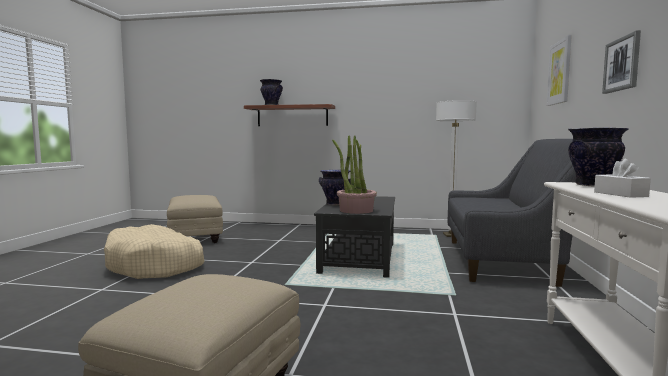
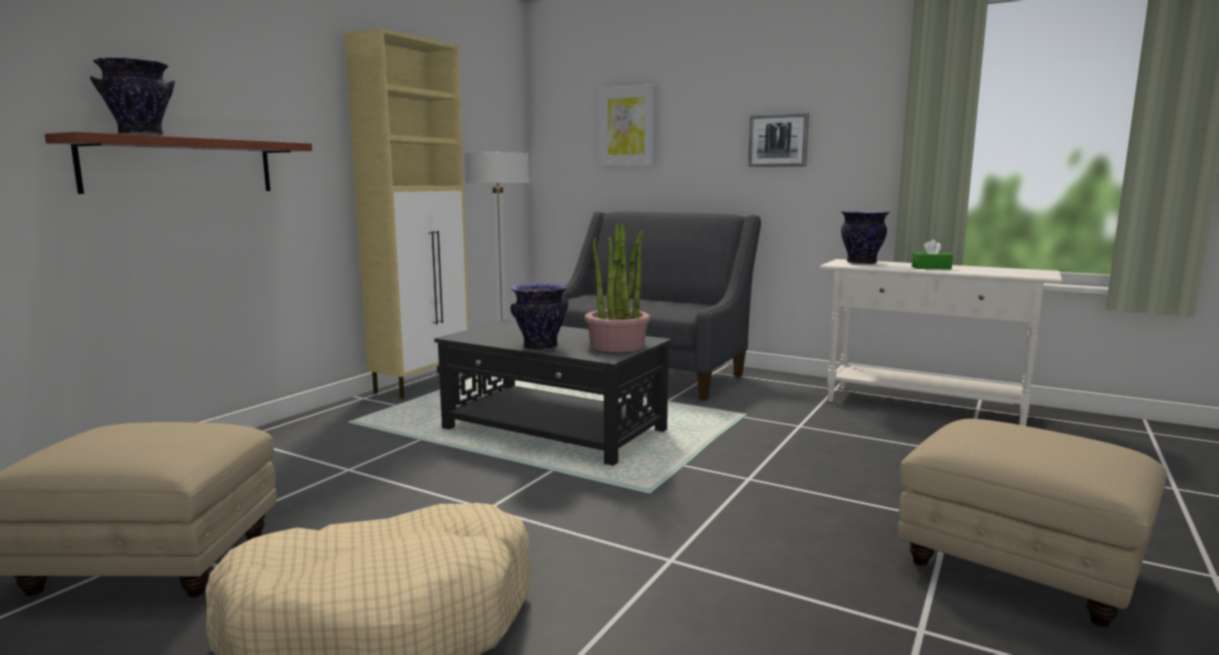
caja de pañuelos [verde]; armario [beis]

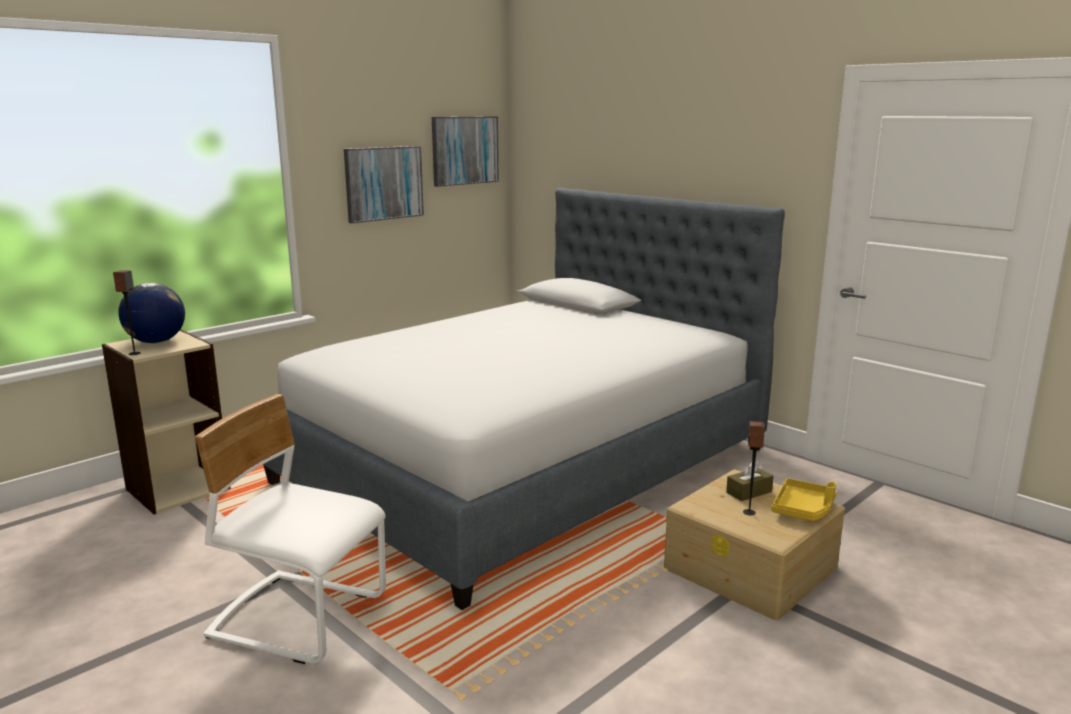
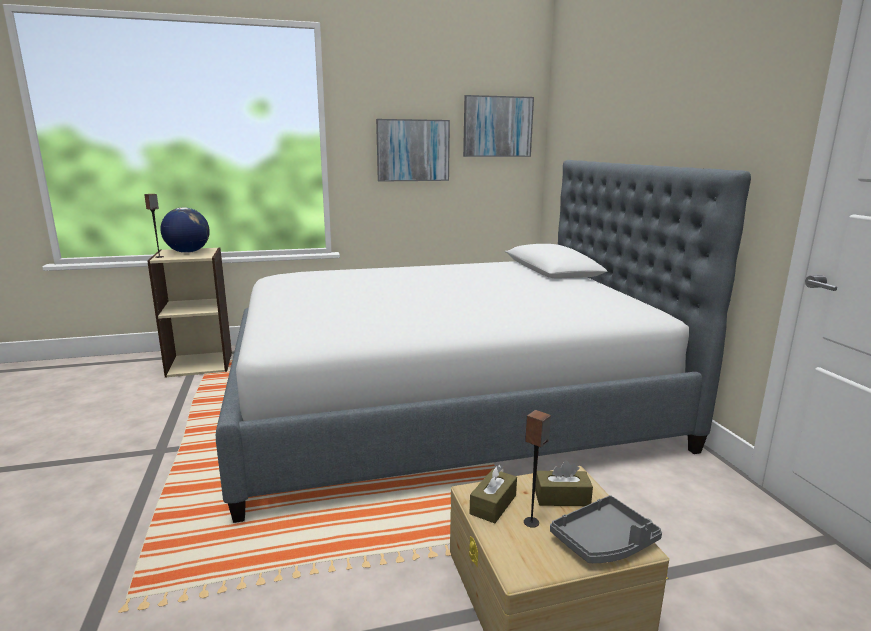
silla [blanco]; bandeja [gris]; caja de pañuelos [marrón] (1st from left)

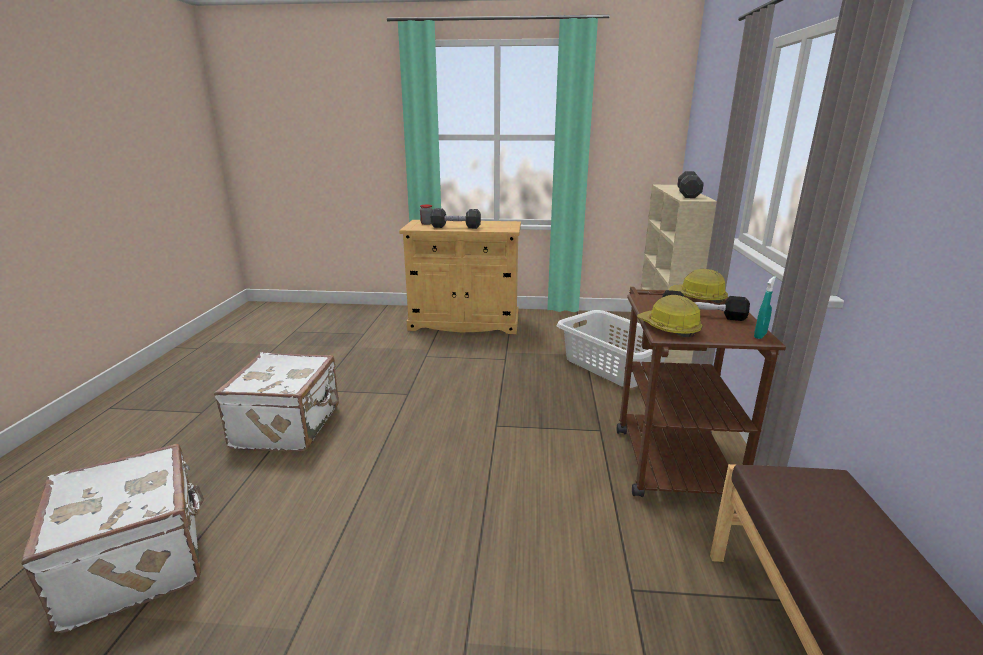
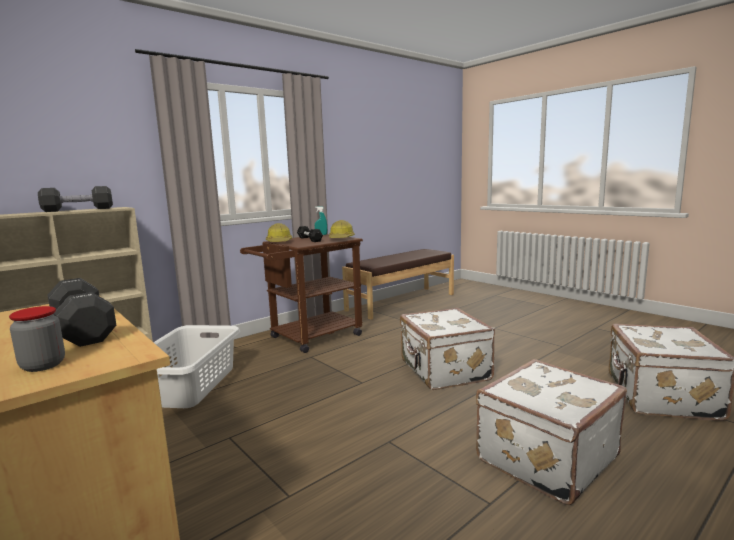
maleta [blanco] (1st from left)

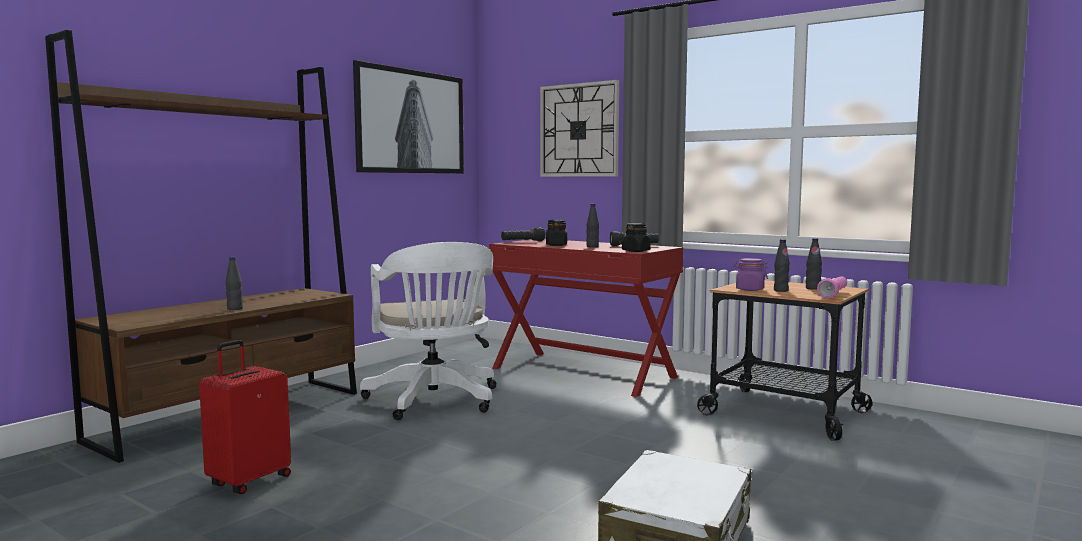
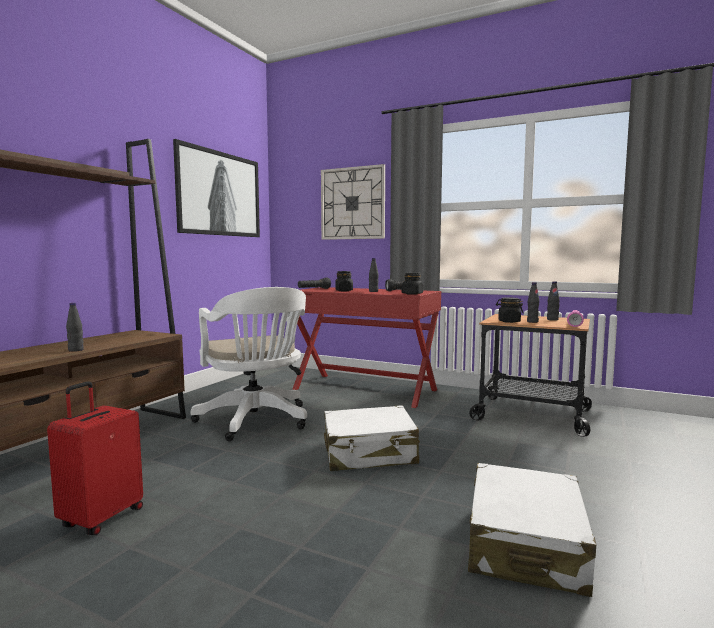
tarro [negro] (3rd from left); maleta [blanco] (1st from left)

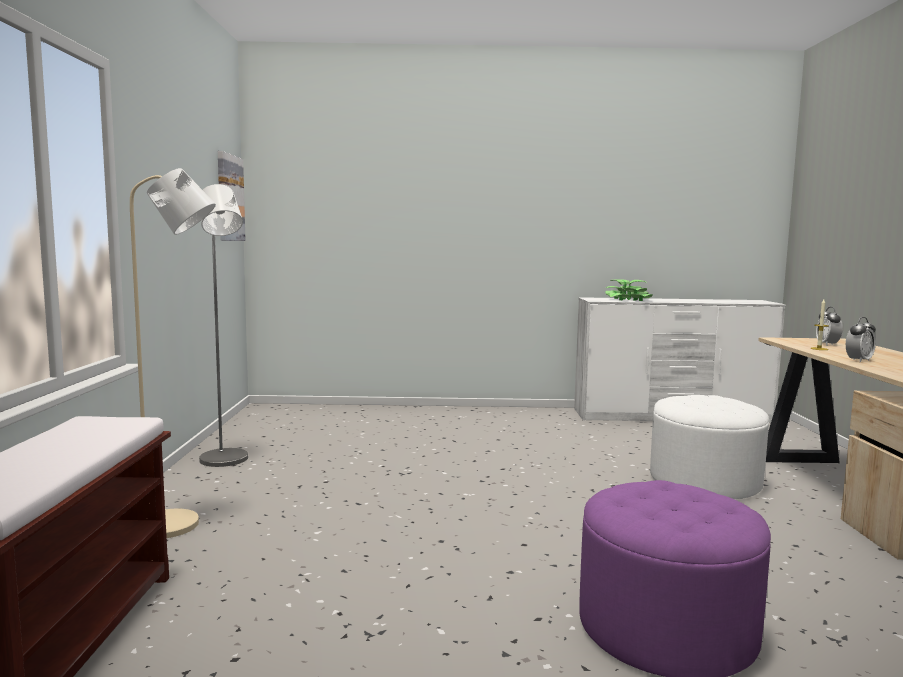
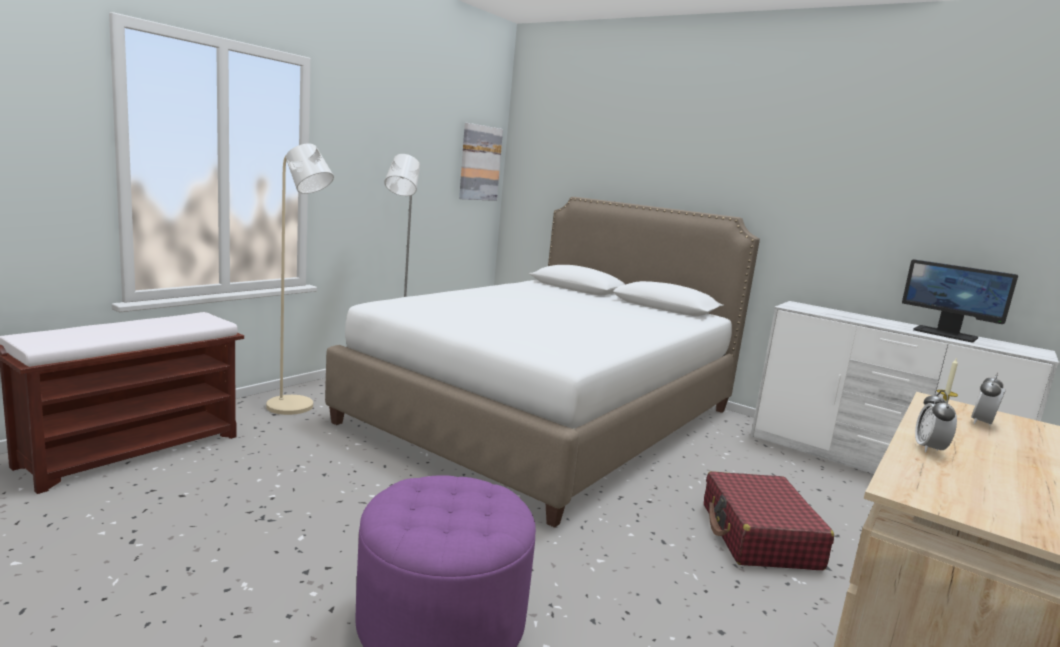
planta en maceta; despertador (1st from left); maleta [rojo]; cama [blanco]; monitor

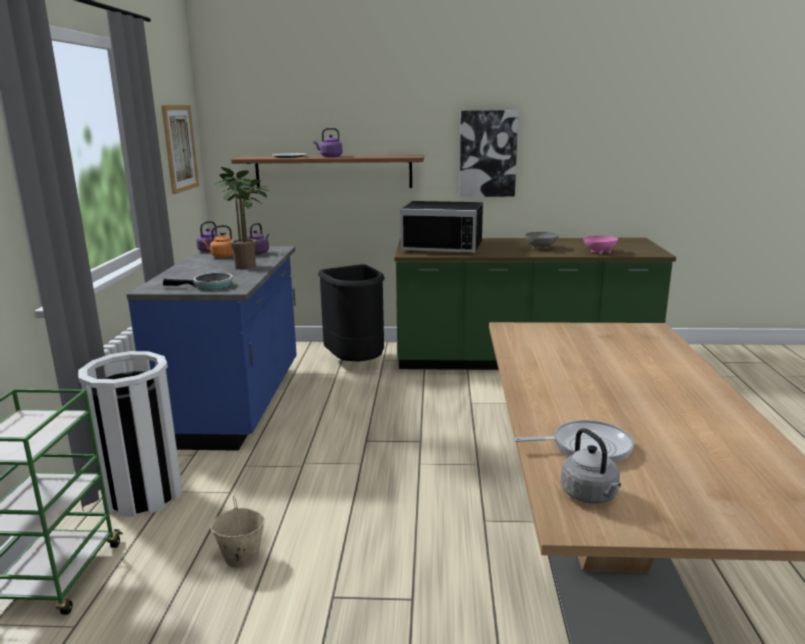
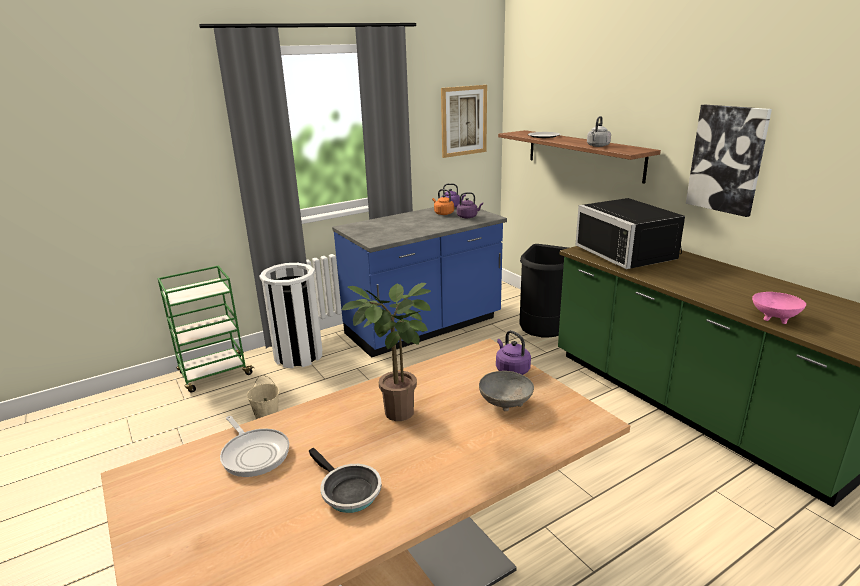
hervidor [morado] (3rd from left); planta en maceta; cuenco [gris]; sartén (2nd from left); hervidor [gris]

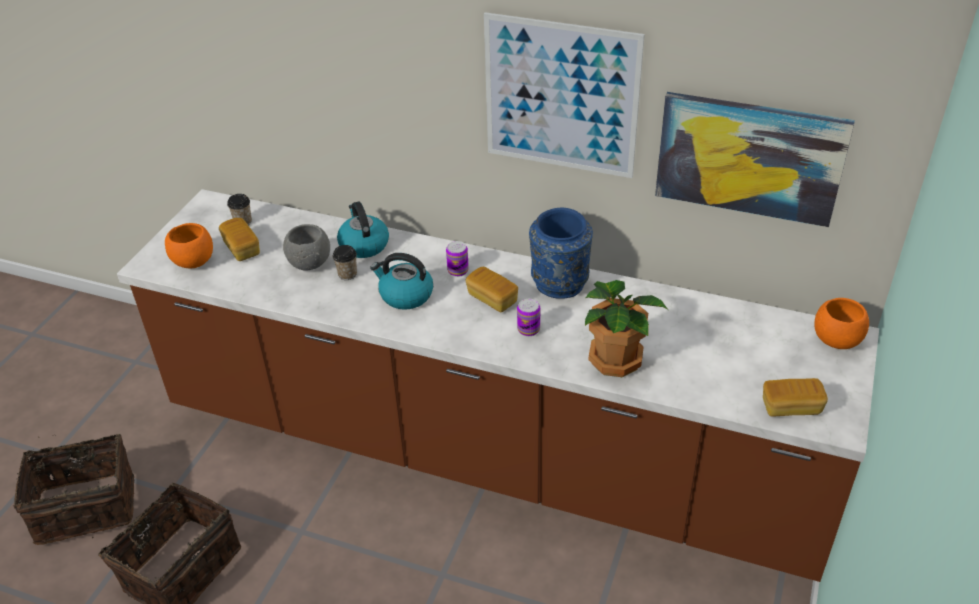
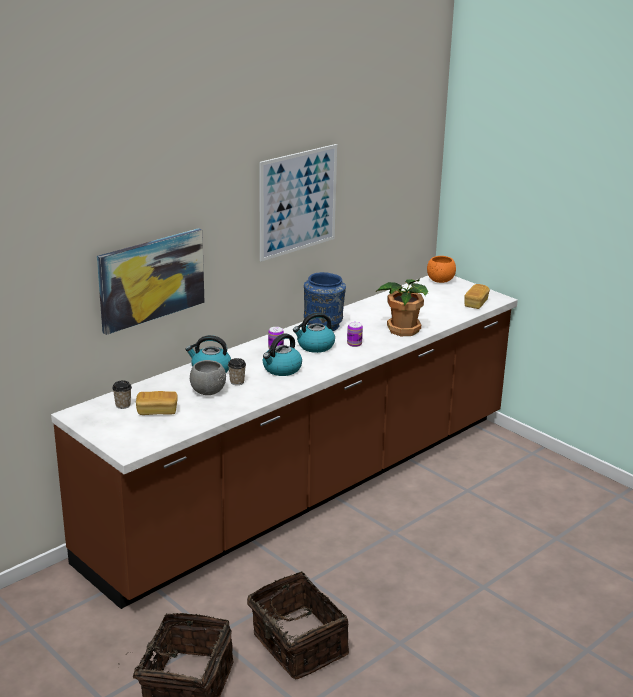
cuadro (1st from left); cuenco [naranja] (1st from left in the first image); hervidor (3rd from left)

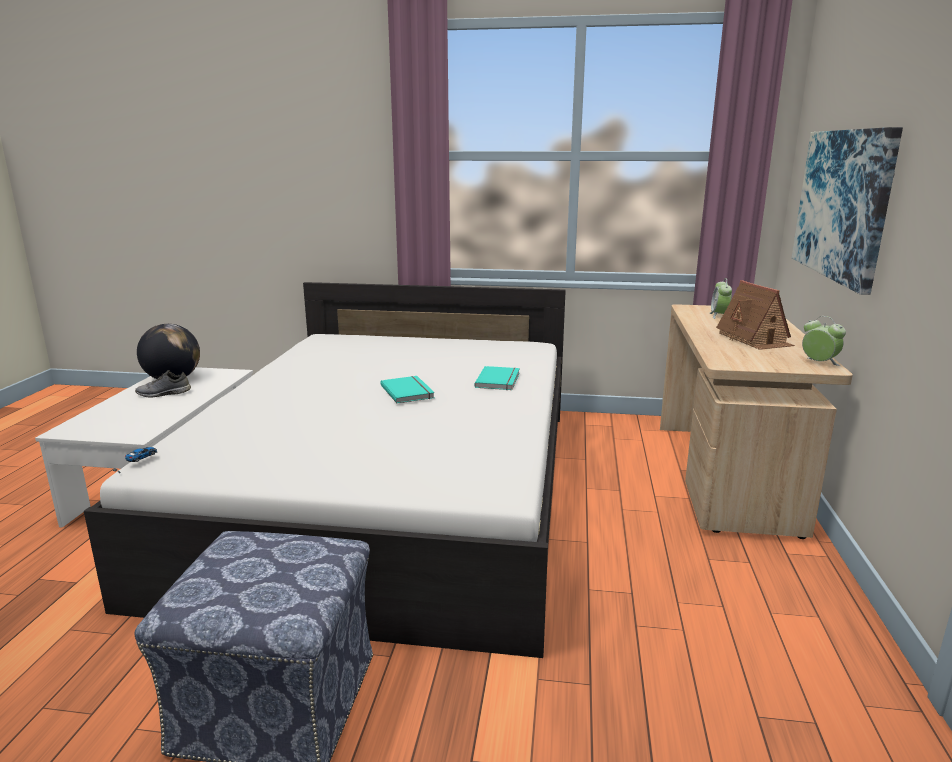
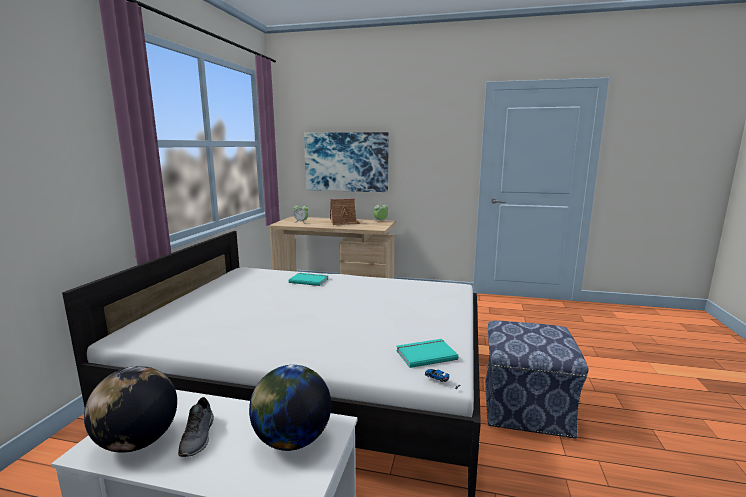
libro [turquesa] (2nd from left); globo terráqueo (2nd from left)

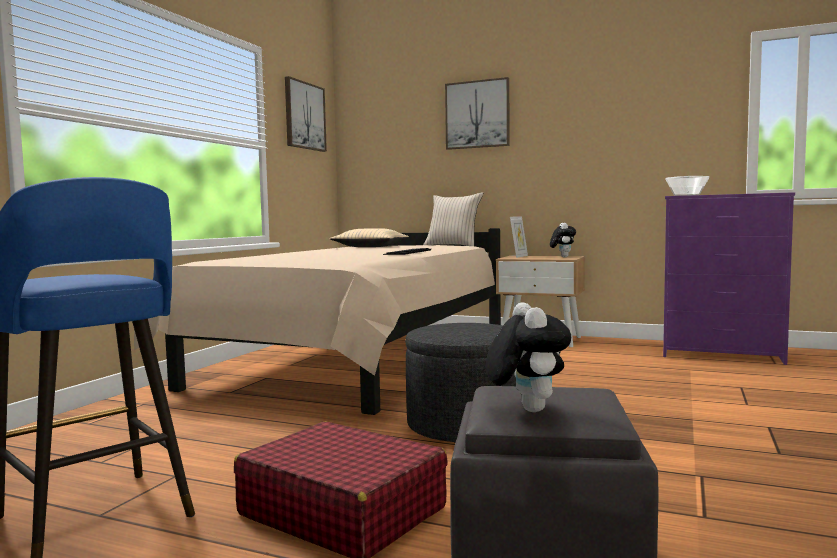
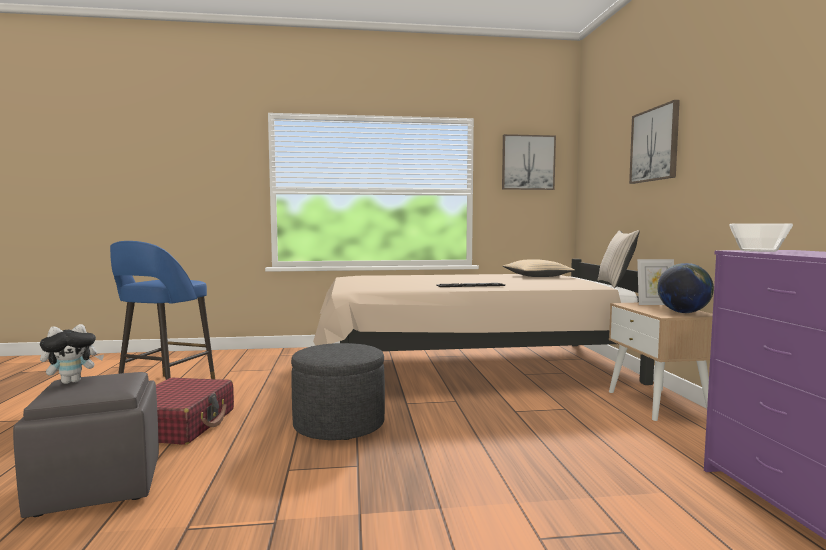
globo terráqueo

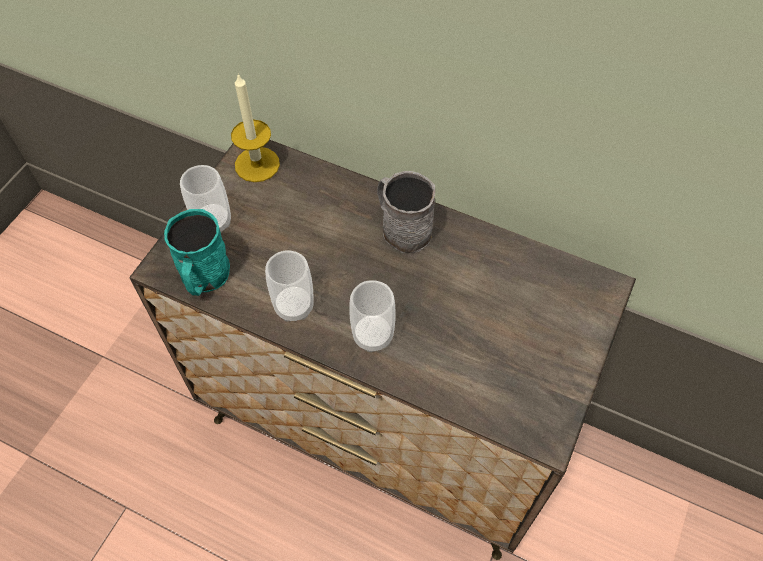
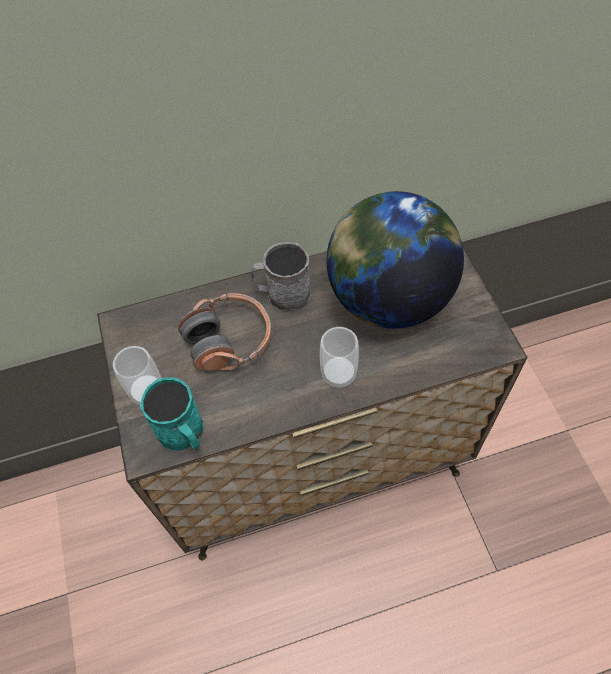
vela; taza (2nd from left in the first image); globo terráqueo; auriculares

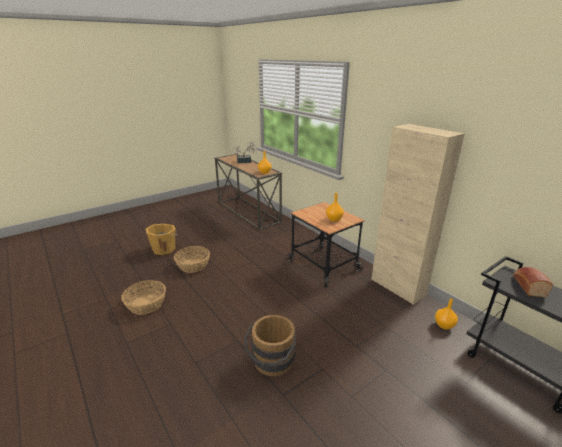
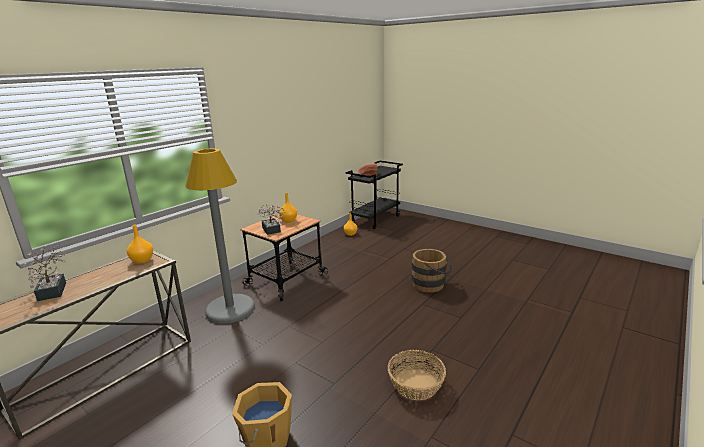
armario [beis]; cesta (2nd from left in the first image); lámpara de pie [gris]; planta en maceta (2nd from left)

